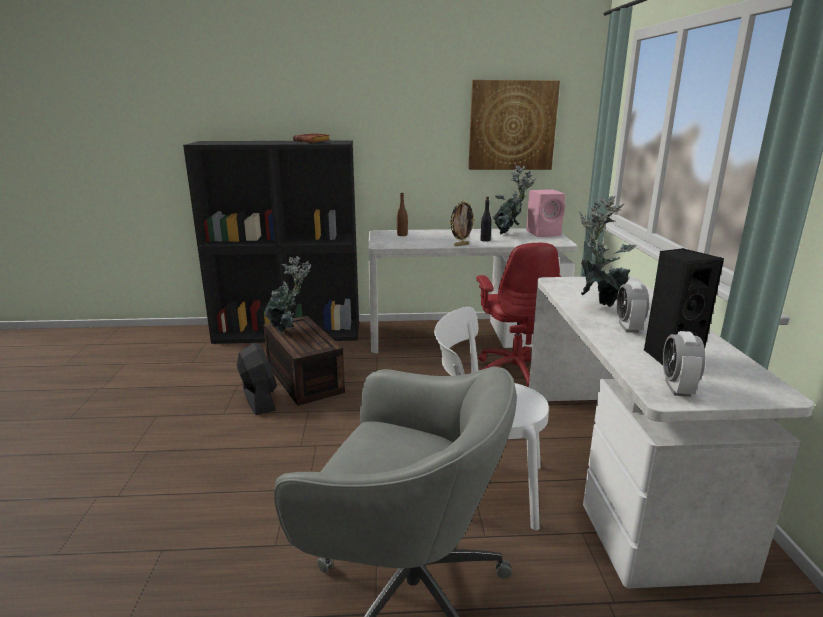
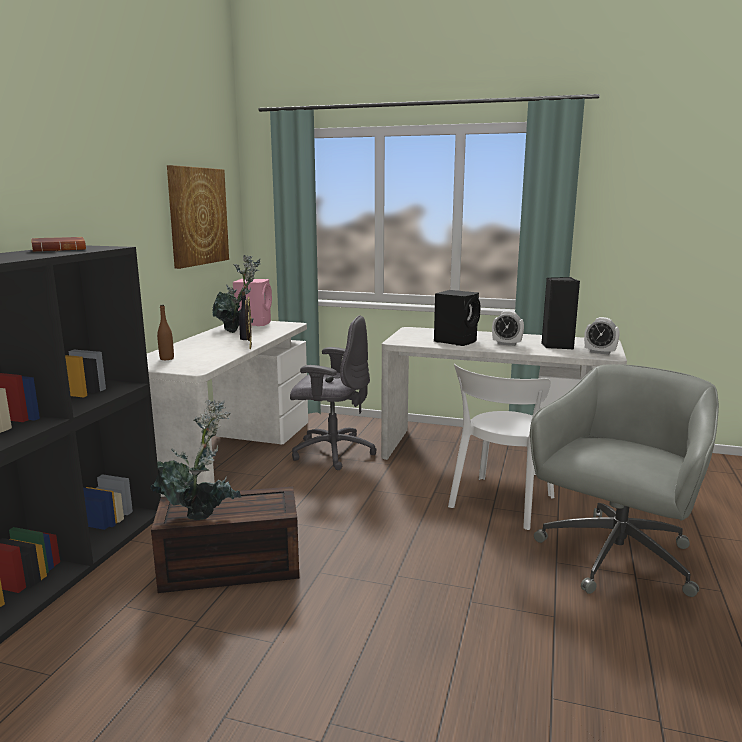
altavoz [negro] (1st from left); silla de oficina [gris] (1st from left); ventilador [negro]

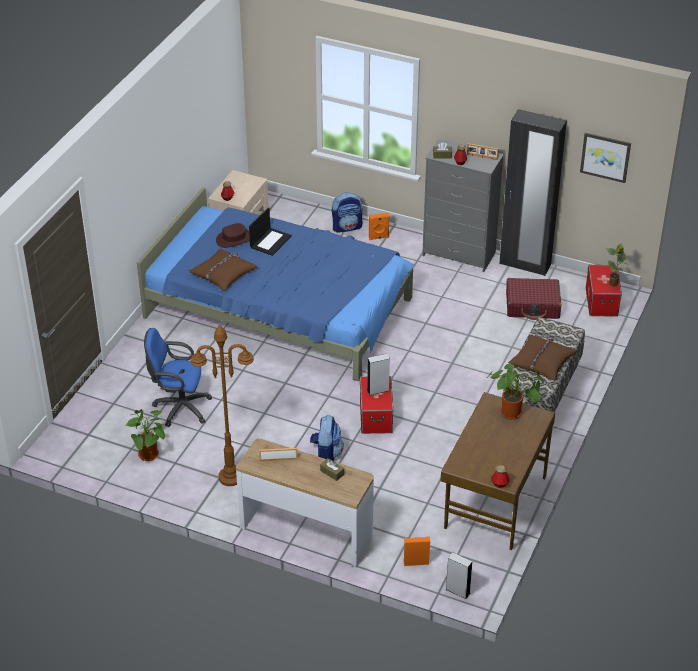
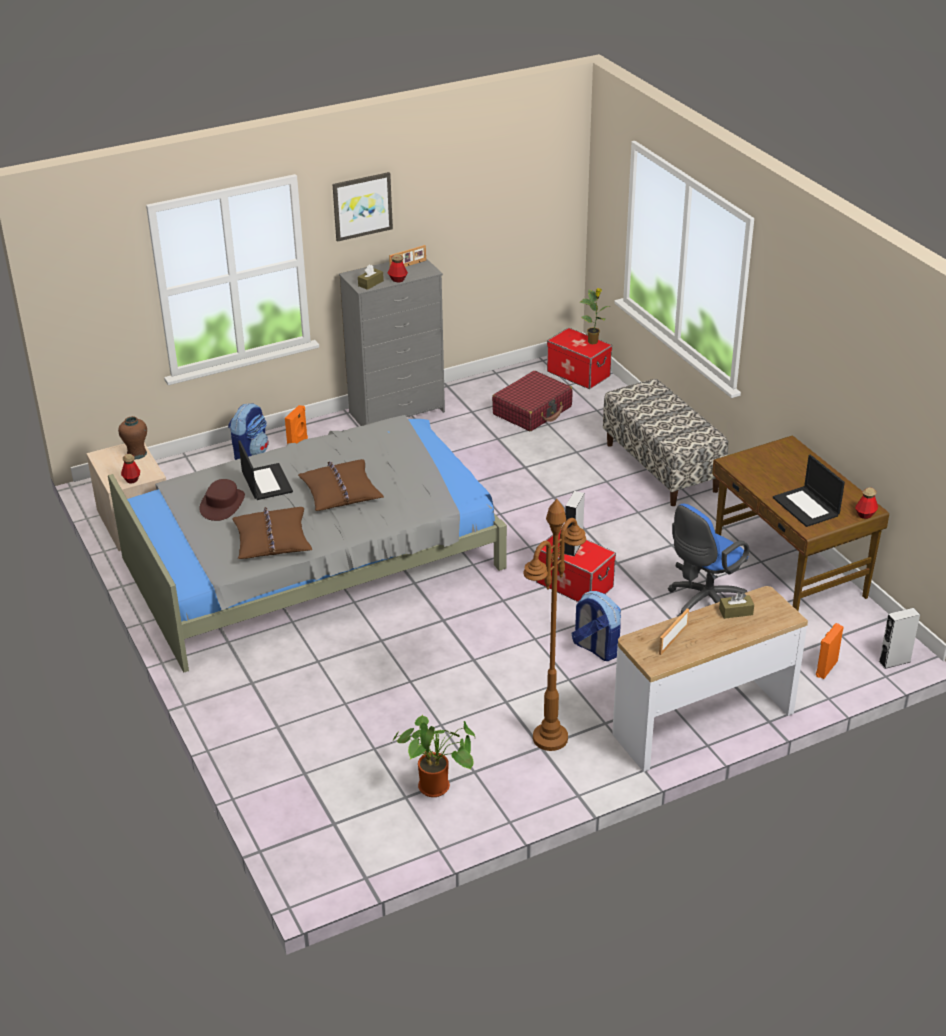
armario ropero [negro]; cuadro; cama [gris]; silla de oficina [azul]; cojín [marrón] (2nd from left); planta en maceta (2nd from left in the first image); florero [marrón]; portátil (2nd from left)

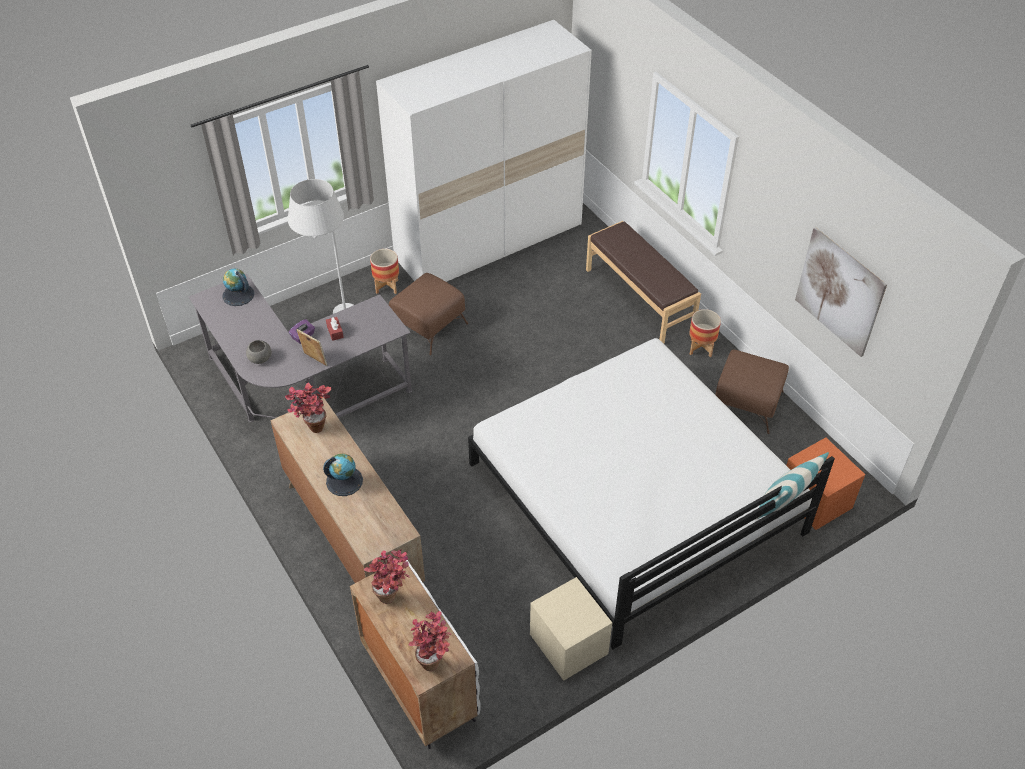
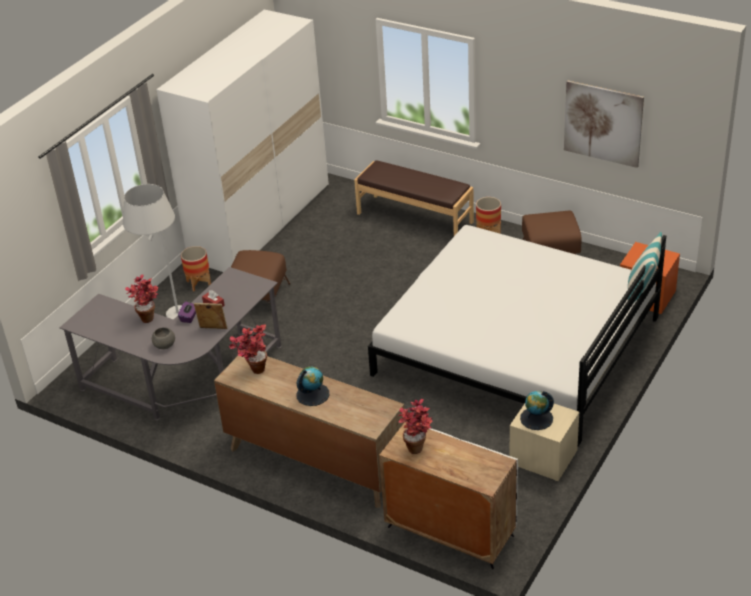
globo terráqueo (2nd from left); planta en maceta (1st from left)

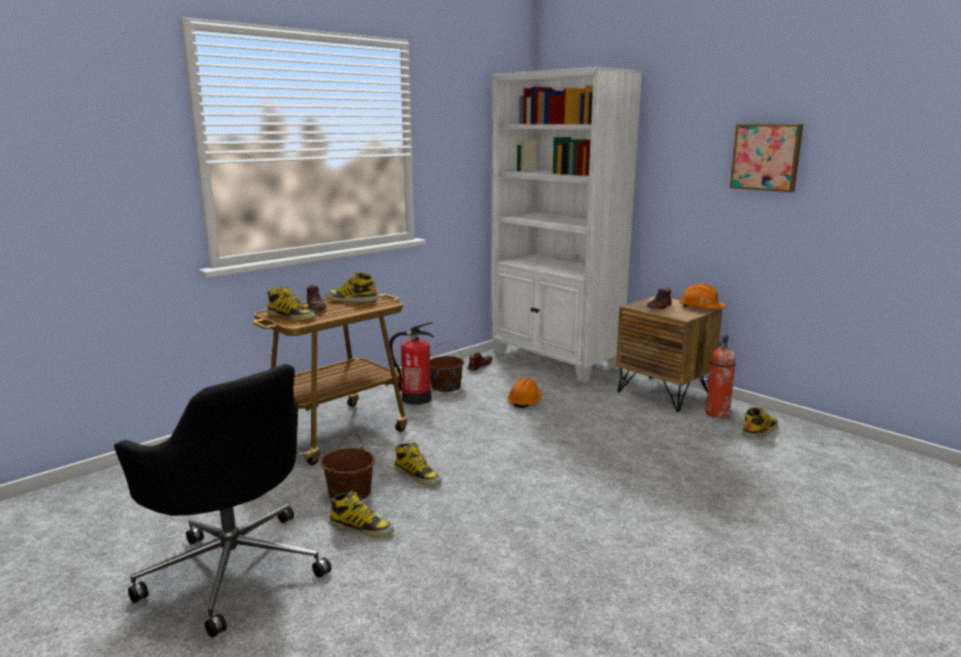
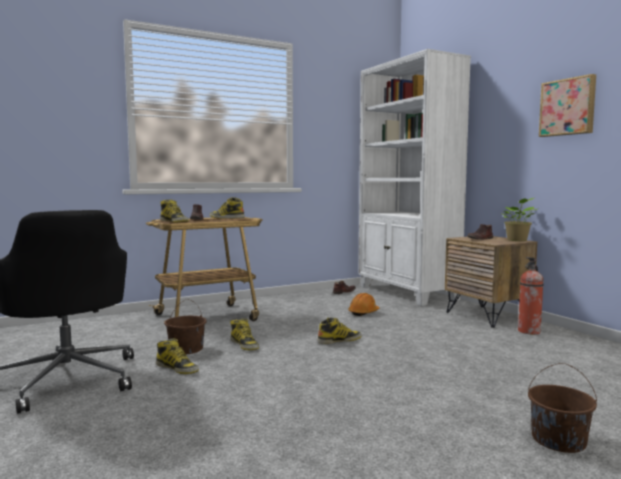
planta en maceta; extintor (1st from left in the first image); cubo [marrón] (2nd from left); bota (5th from left)

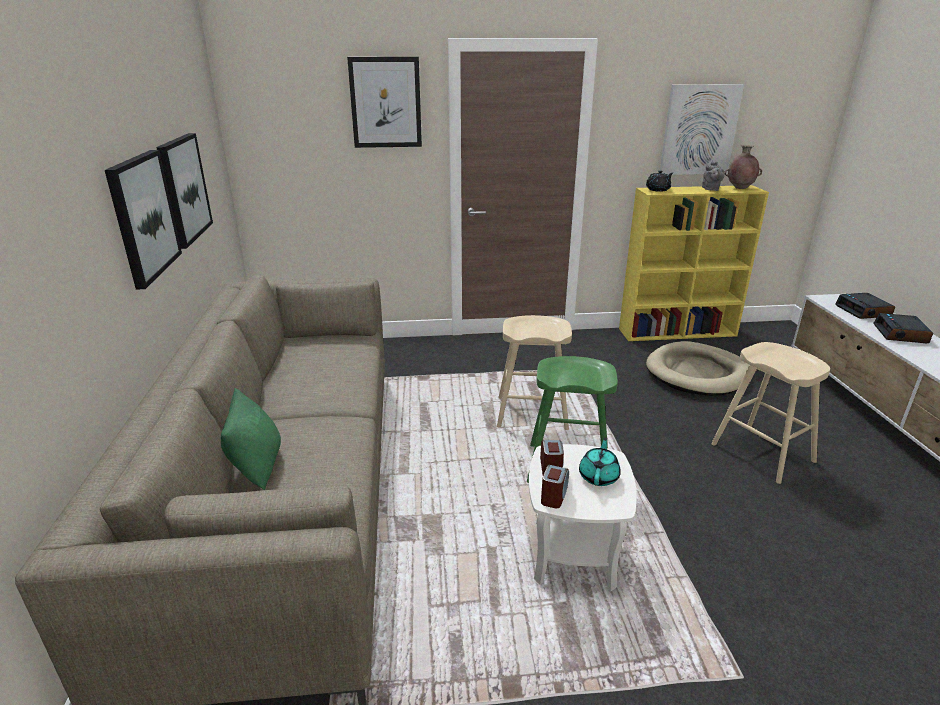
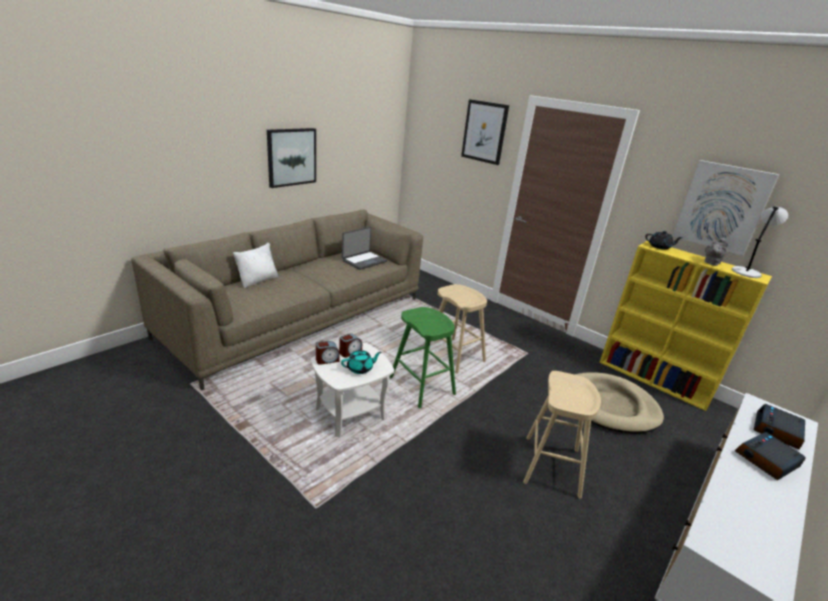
cuadro (2nd from left in the first image); lámpara de mesa [gris]; cojín [blanco]; portátil

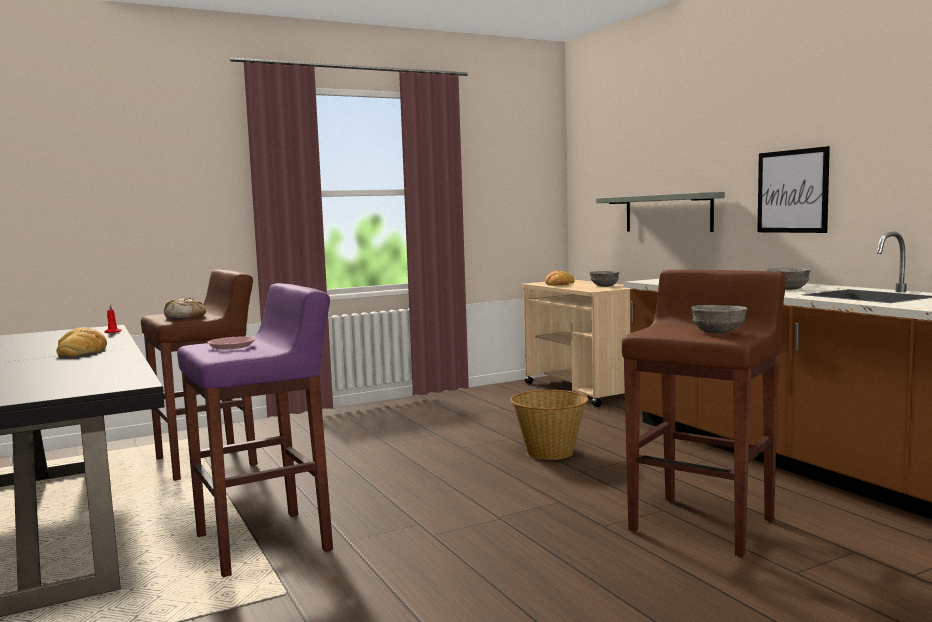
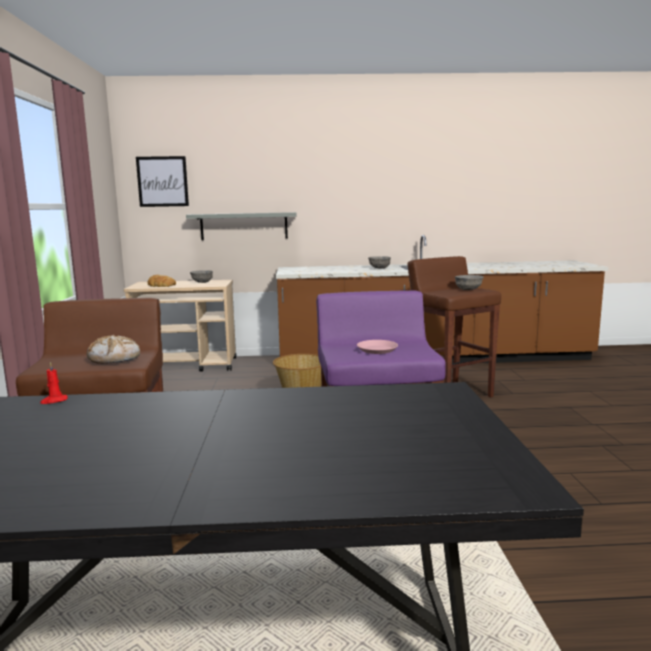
cuadro; pan (1st from left in the first image)

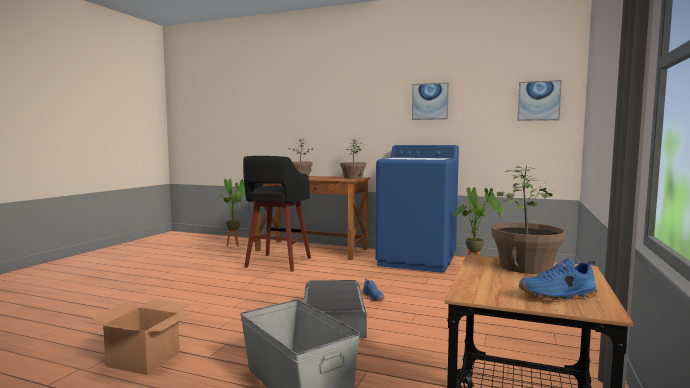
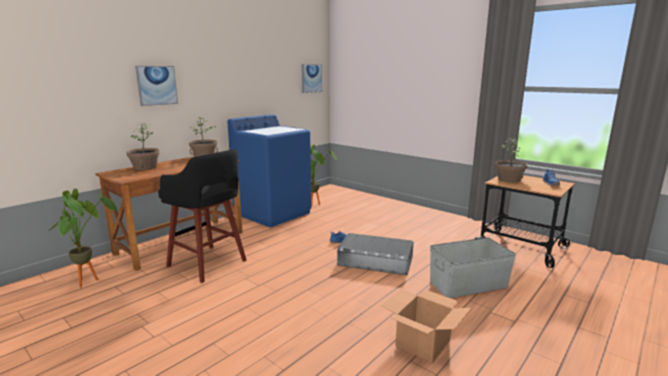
cuadro (1st from left)

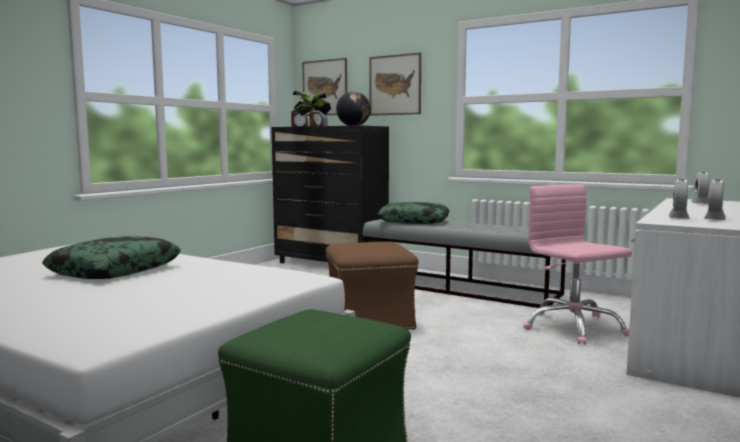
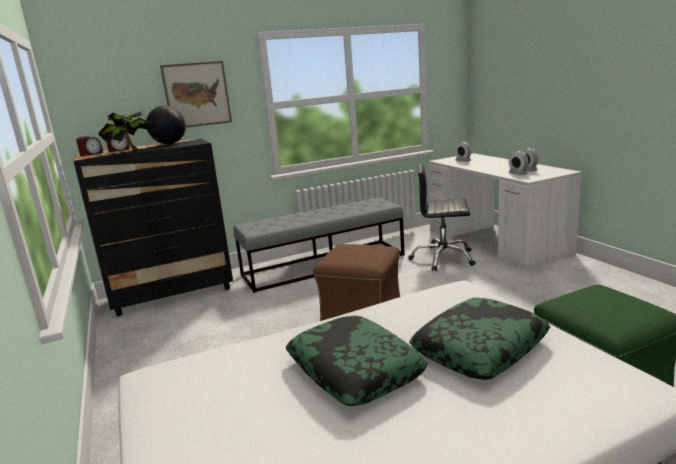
cuadro (1st from left in the first image); silla de oficina [negro]; cojín (2nd from left)

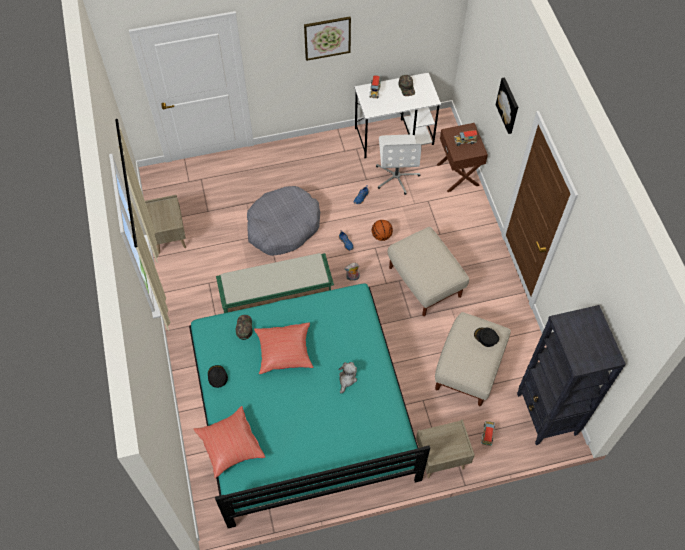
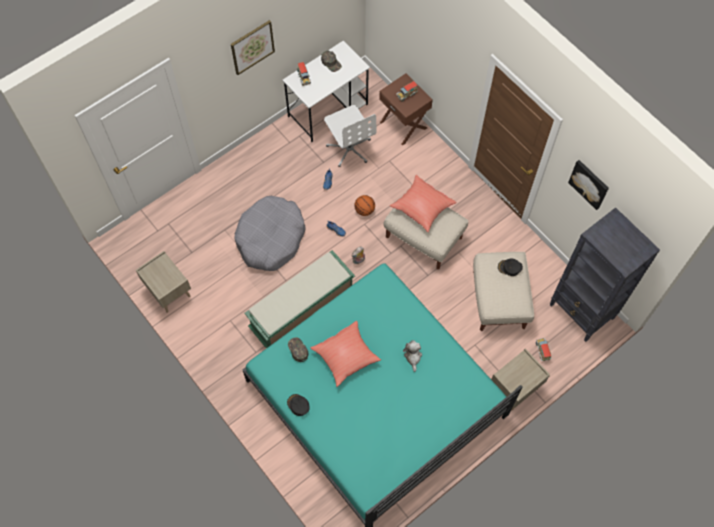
cuadro (2nd from left); cojín [rojo] (2nd from left)

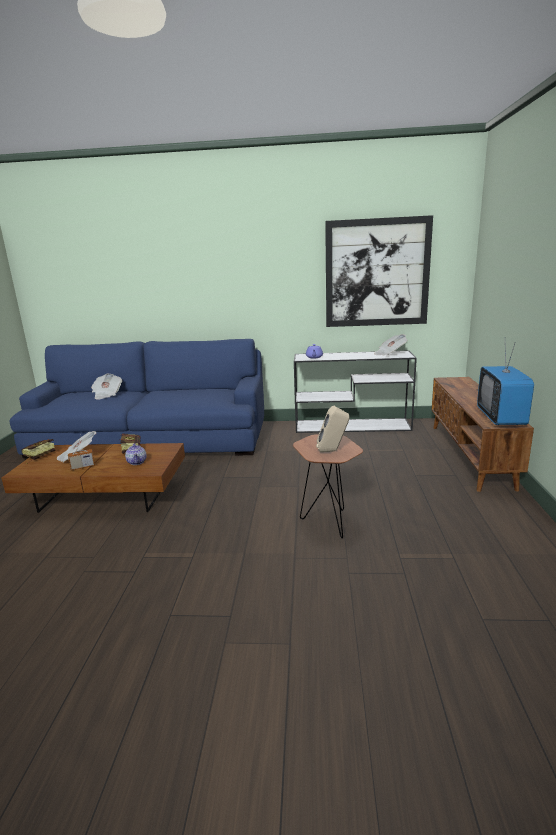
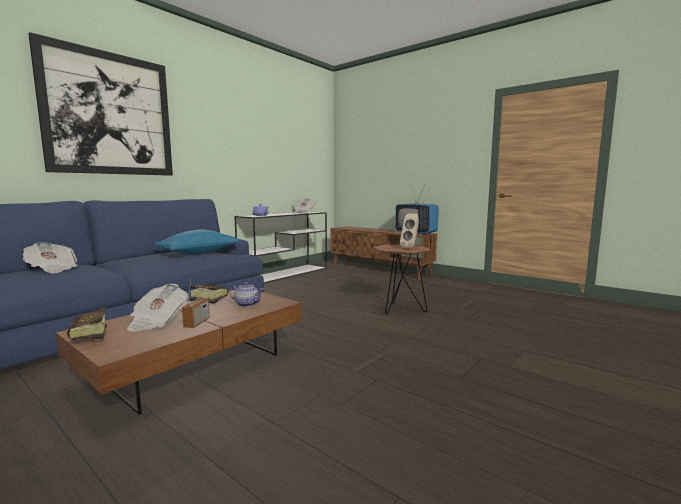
cuadro; cojín [azul]

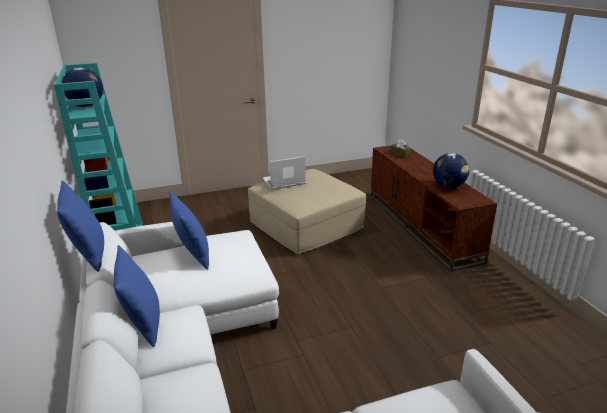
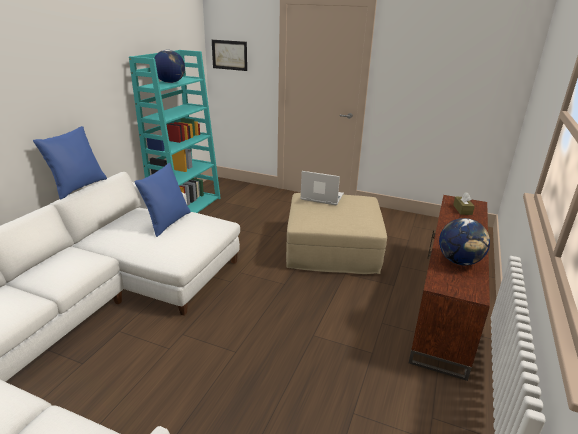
cojín [azul] (2nd from left in the first image); cuadro

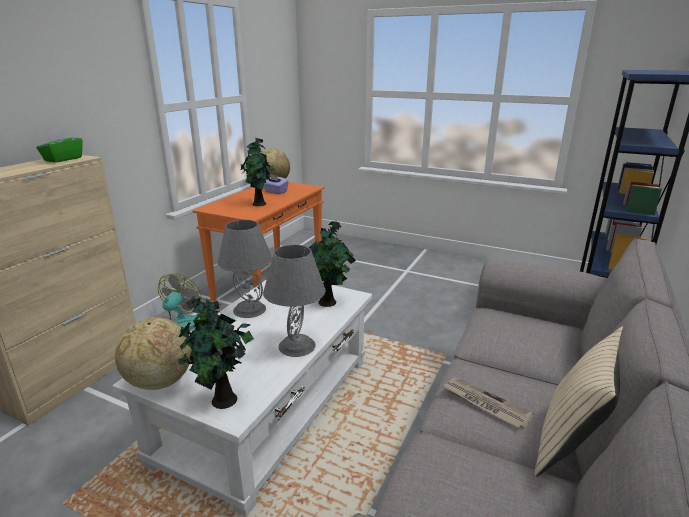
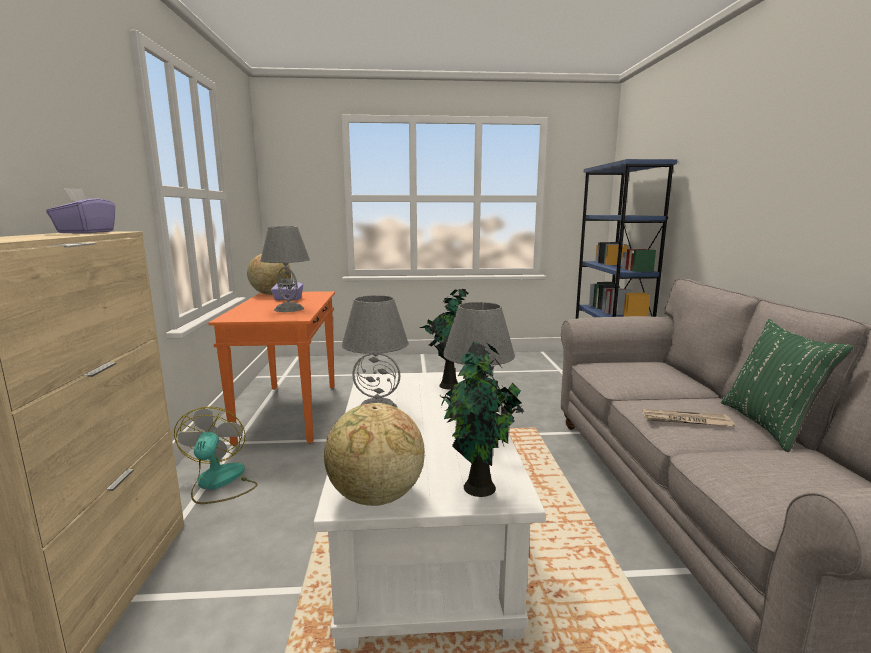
caja de pañuelos [morado] (1st from left); lámpara de mesa [gris] (1st from left); cojín [verde]

